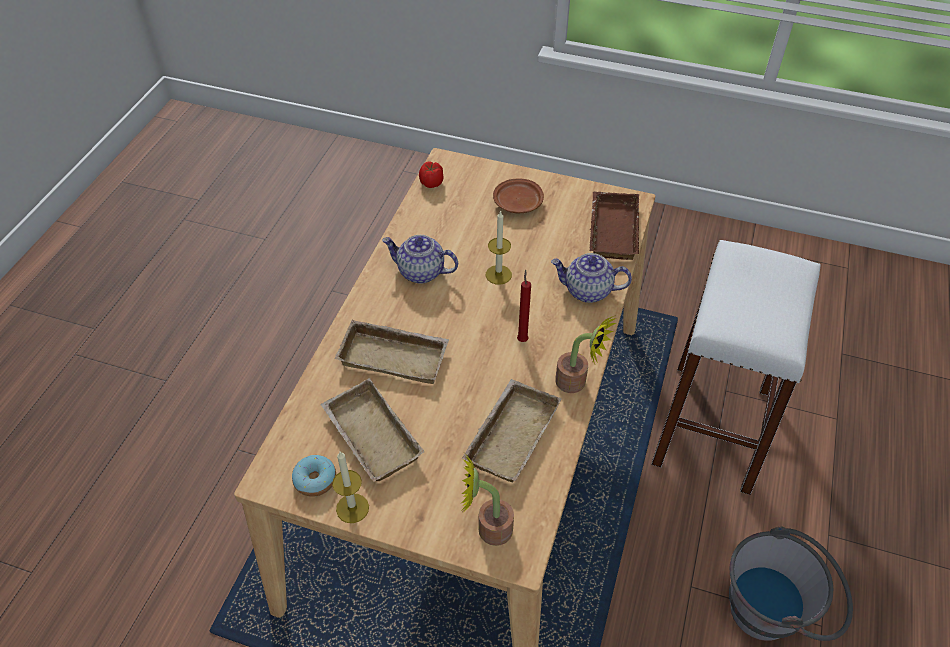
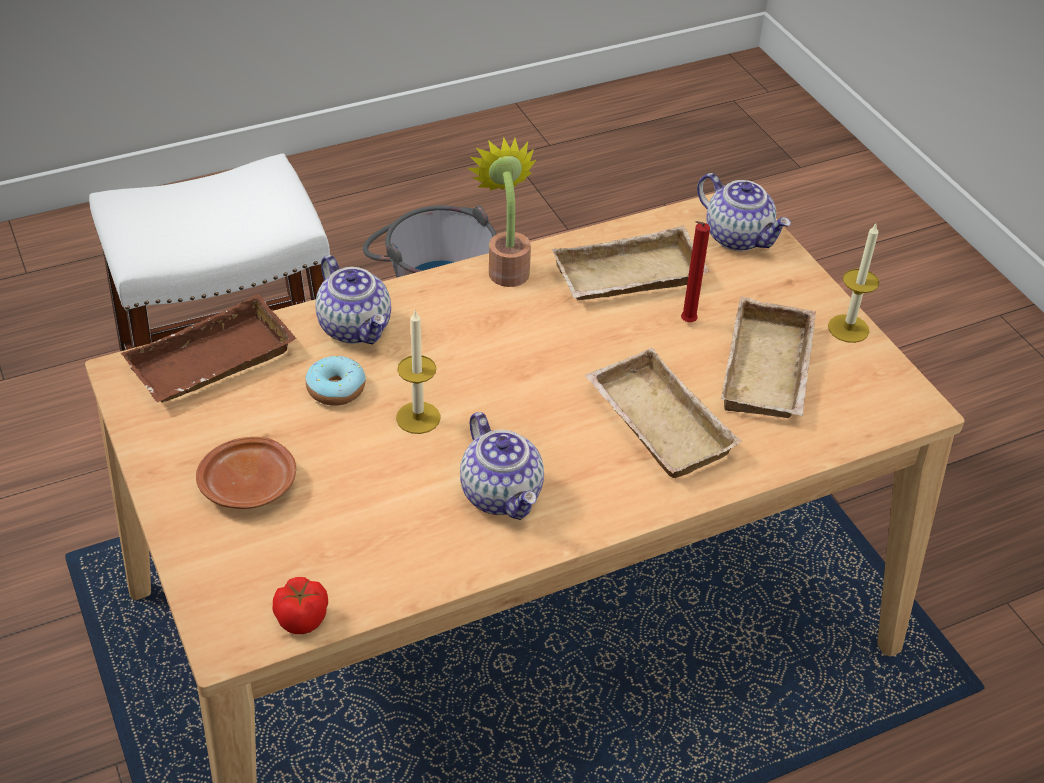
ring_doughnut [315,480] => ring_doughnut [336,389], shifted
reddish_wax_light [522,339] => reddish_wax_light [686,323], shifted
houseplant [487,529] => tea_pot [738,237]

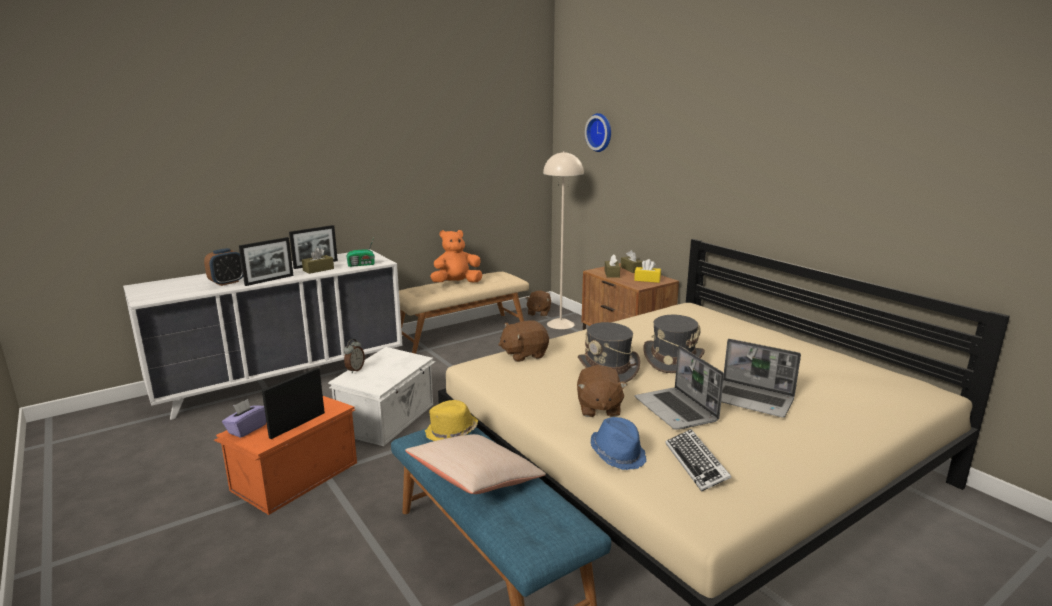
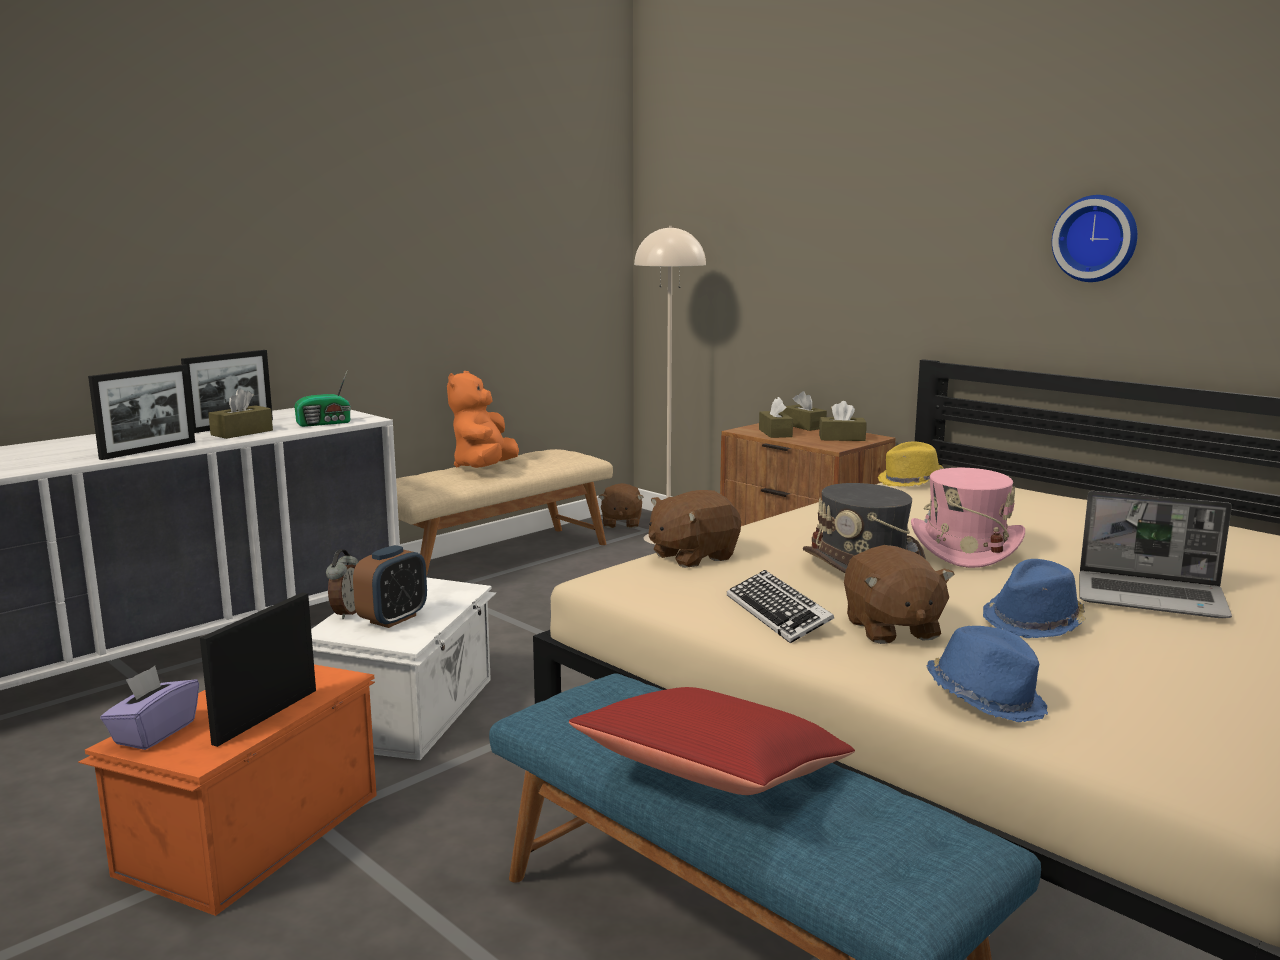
table_clock [227,282] => table_clock [393,619], shifted
yellow_hat [451,432] => yellow_hat [911,482], shifted
clock_on_the_wall [600,132] => clock_on_the_wall [1096,238], shifted
computer_keyboard [696,464] => computer_keyboard [778,614], shifted
portable_computer [676,410] => bluish_hat [1034,622]
sand-coloured_pillow [476,480] => reddish_pillow [714,776]
yellow_box_of_tissues [647,280] => brown_box_of_tissues [842,438]
gray_hat [672,359] => pink-coloured_hat [964,548]
orange-coloured_cuddly_toy [456,283] => orange-coloured_cuddly_toy [484,468], 45 degrees counterclockwise

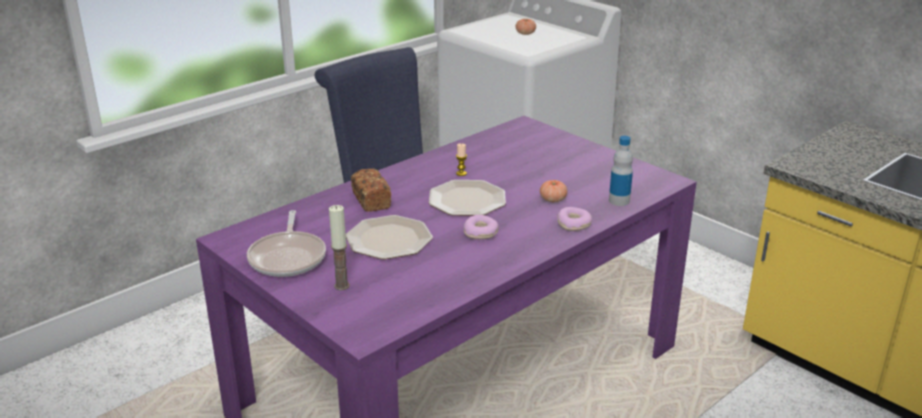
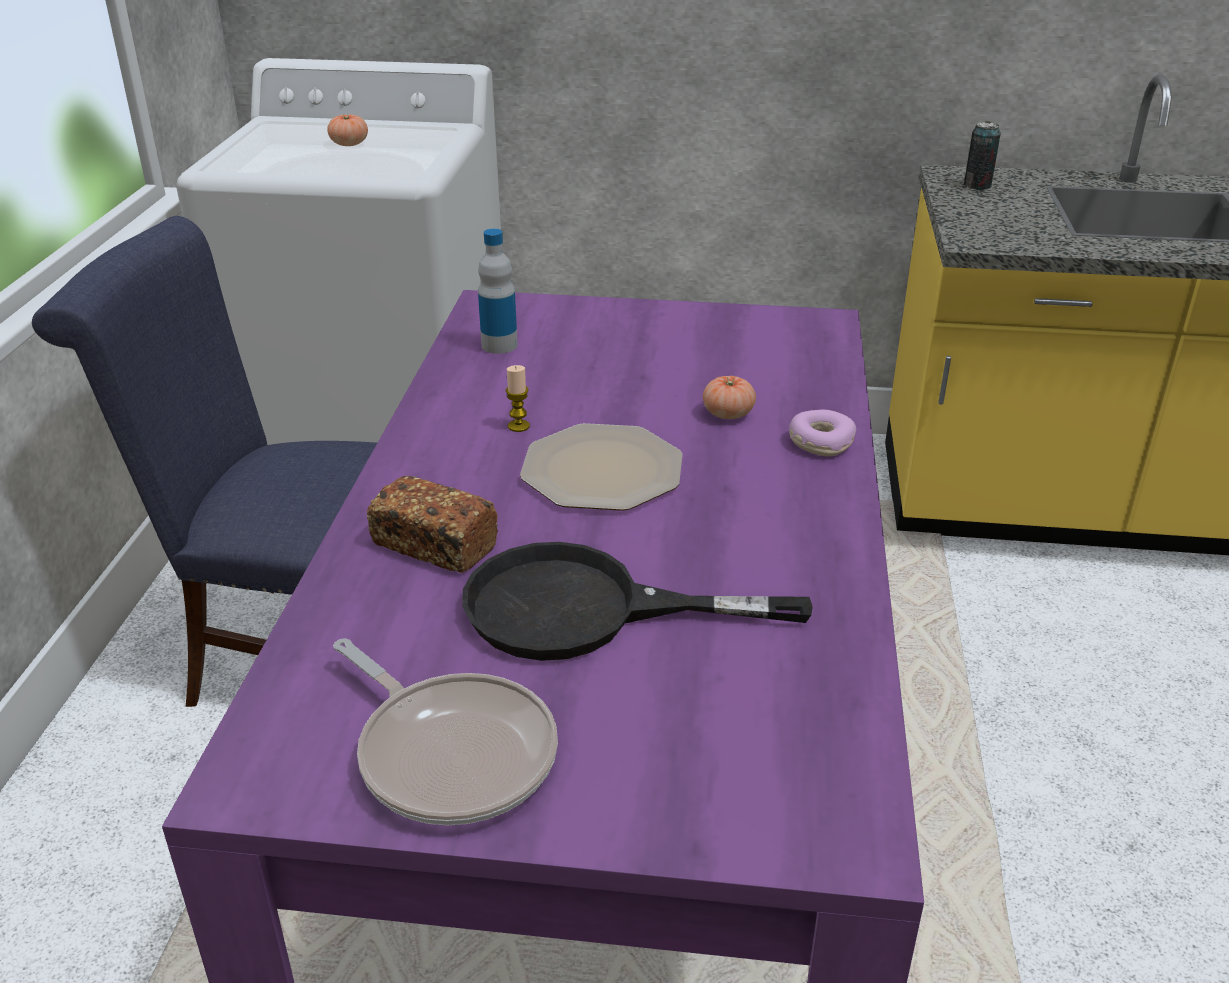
wax_light [341,286] => nothing
ring_doughnut [481,233] => nothing
nothing => metal_can [977,186]
drink_bottle [619,201] => drink_bottle [499,345], shifted
plate [388,239] => black-coloured_pan [586,610]

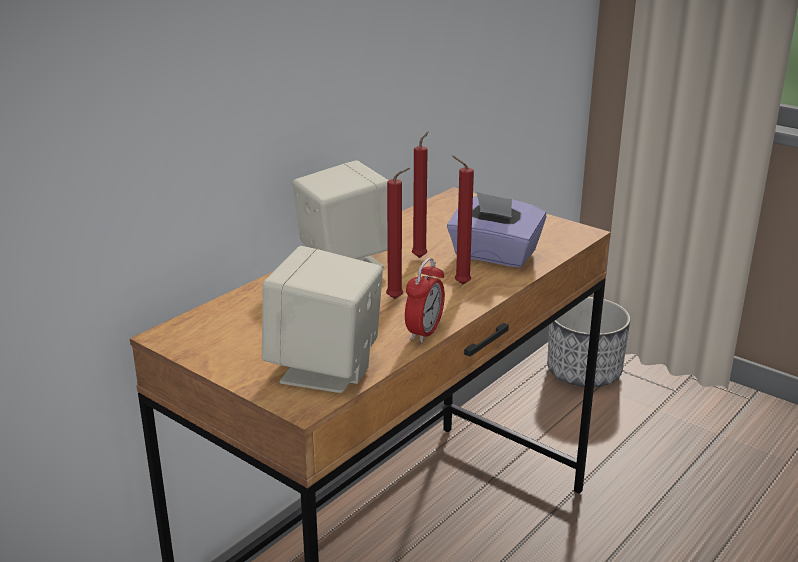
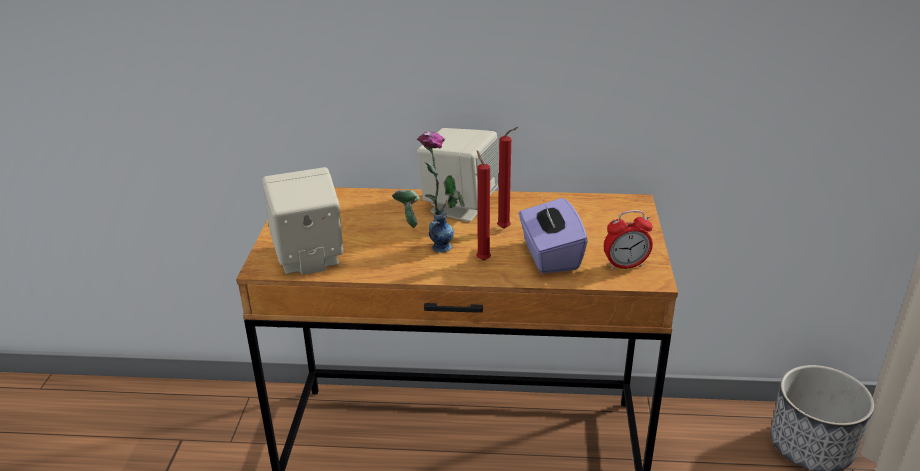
table_clock [424,332] => table_clock [625,265], shifted
reddish_wax_light [397,299] => decorative_vase [429,245]

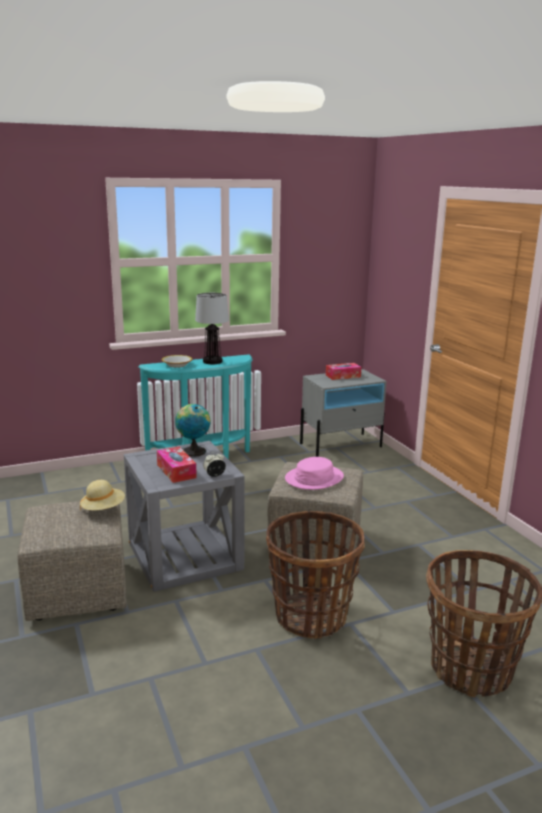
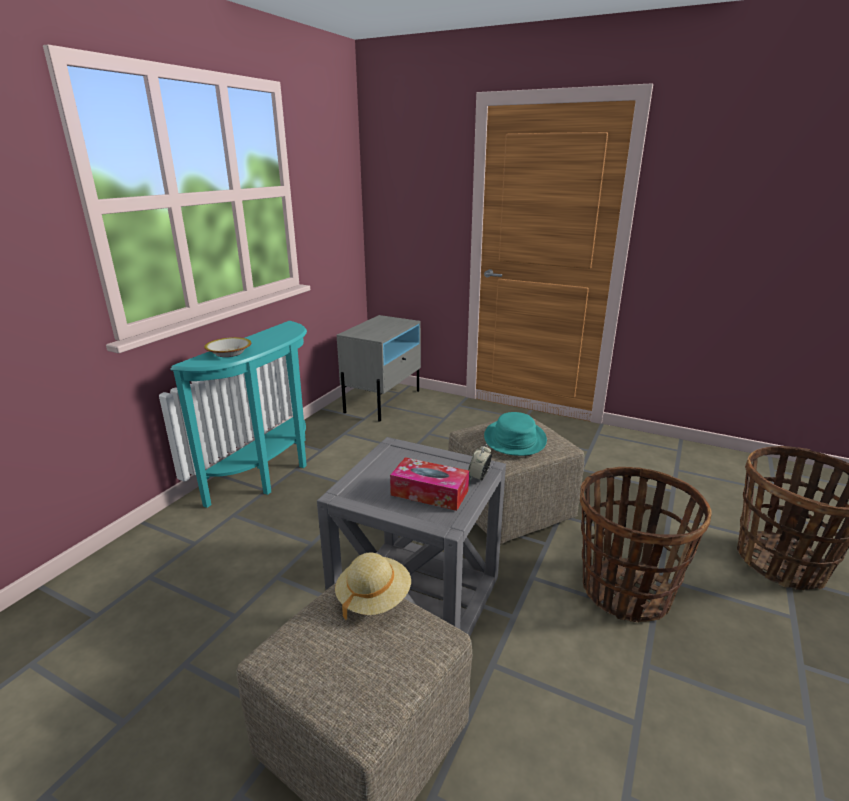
world_globe [193,451] => nothing
lamp_for_a_table [212,361] => nothing
box_of_tissues [343,376] => nothing
pink-coloured_hat [314,478] => turquoise_hat [514,439]

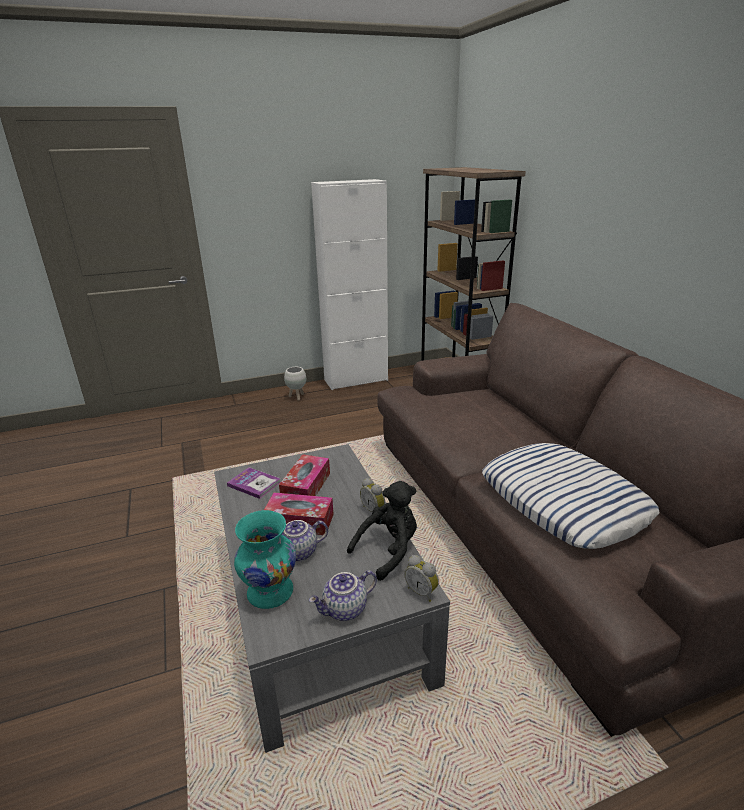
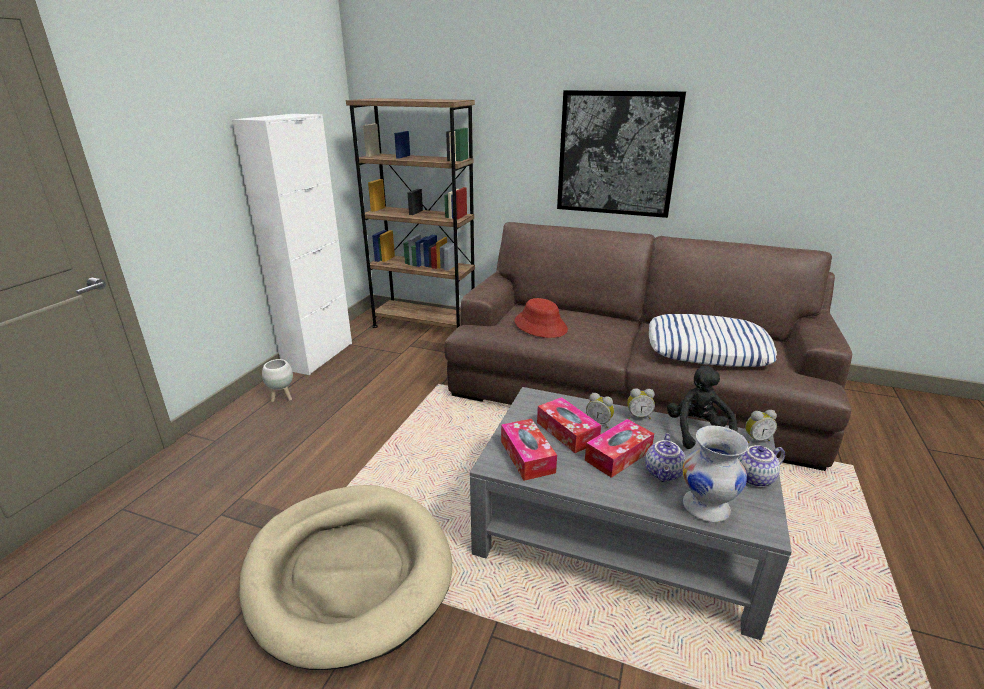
nothing => sand-coloured_dog_bed [348,572]
nothing => reddish_hat [540,326]
nothing => wall_art [617,154]
nothing => table_clock [599,423]
volume [254,484] => box_of_tissues [527,456]
turquoise_decorative_vase [270,592] => white-coloured_decorative_vase [706,507]
tea_pot [345,610] => tea_pot [754,479], 60 degrees clockwise

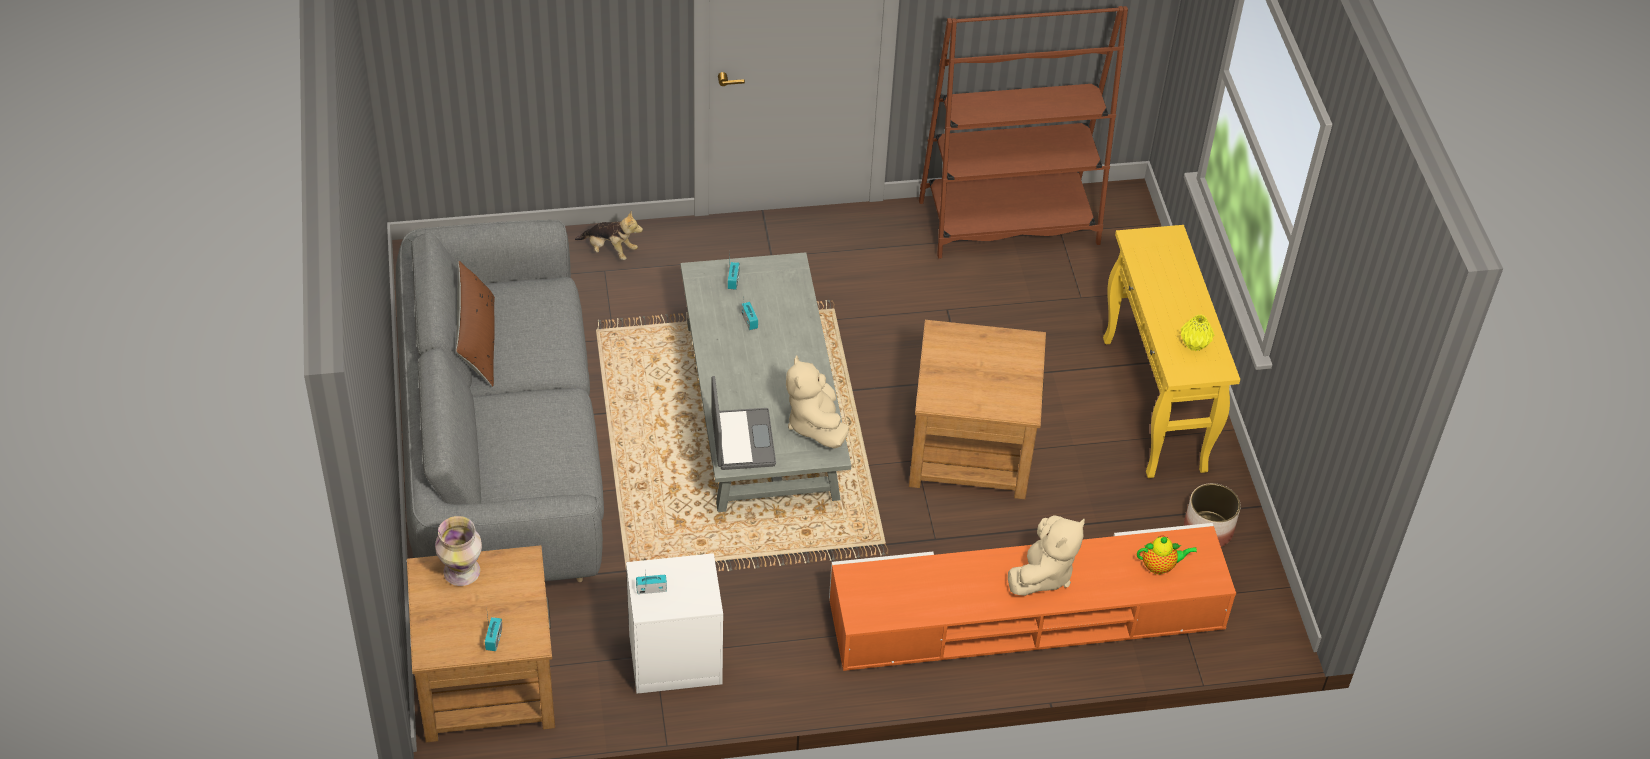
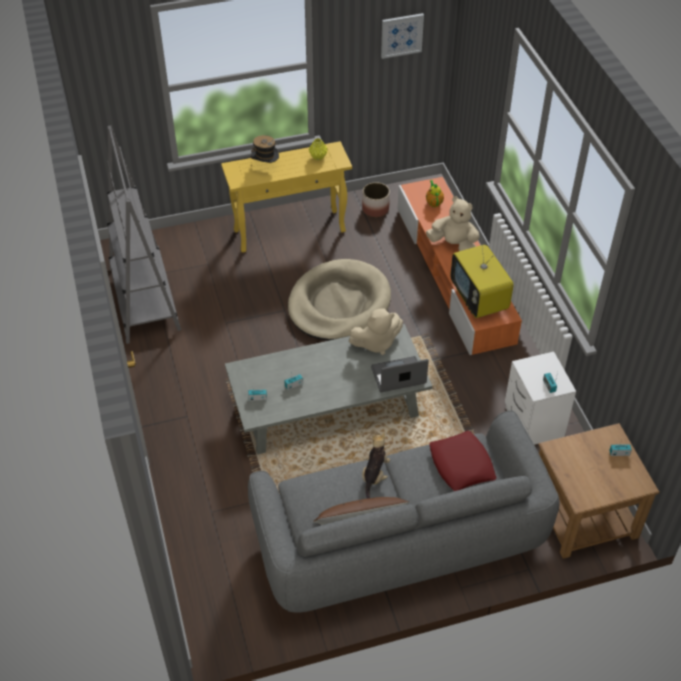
decorative_vase [462,572] => nothing
nothing => hat [265,166]
nothing => wall_art [401,35]
nothing => reddish_pillow [461,465]
nothing => TV [479,300]
cuddly_toy [610,250] => cuddly_toy [375,475], shifted
brown_end_table [971,448] => sand-coloured_dog_bed [339,304]
brown_shelving_unit [1009,223] => gray_shelving_unit [144,298]

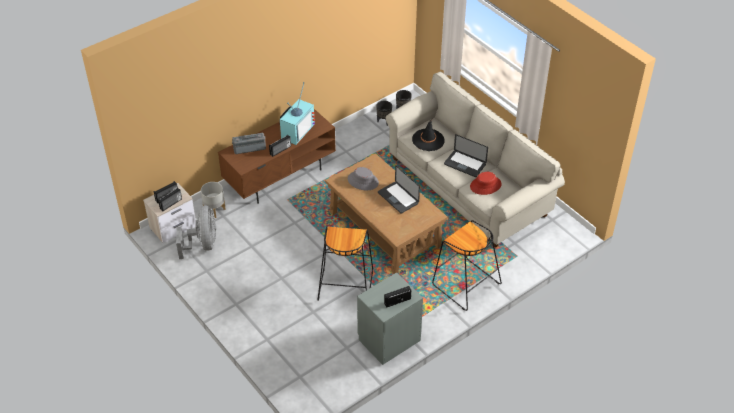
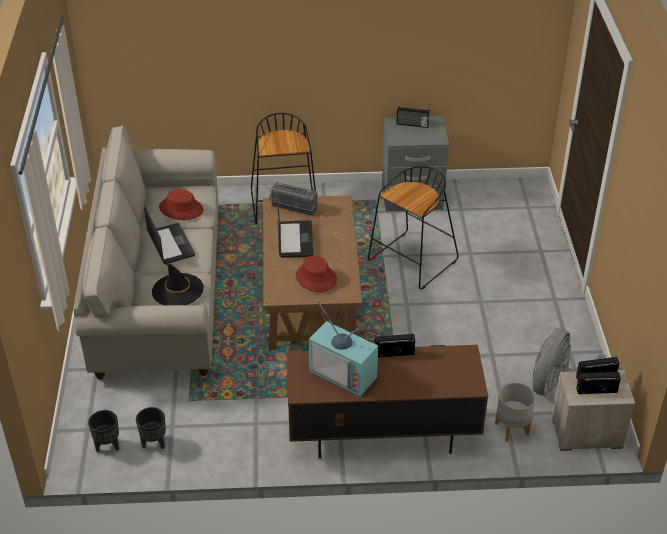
radio_set [249,148] => radio_set [293,209], shifted
gray_hat [363,181] => reddish_hat [316,278]
TV [296,130] => TV [345,372], 120 degrees counterclockwise

